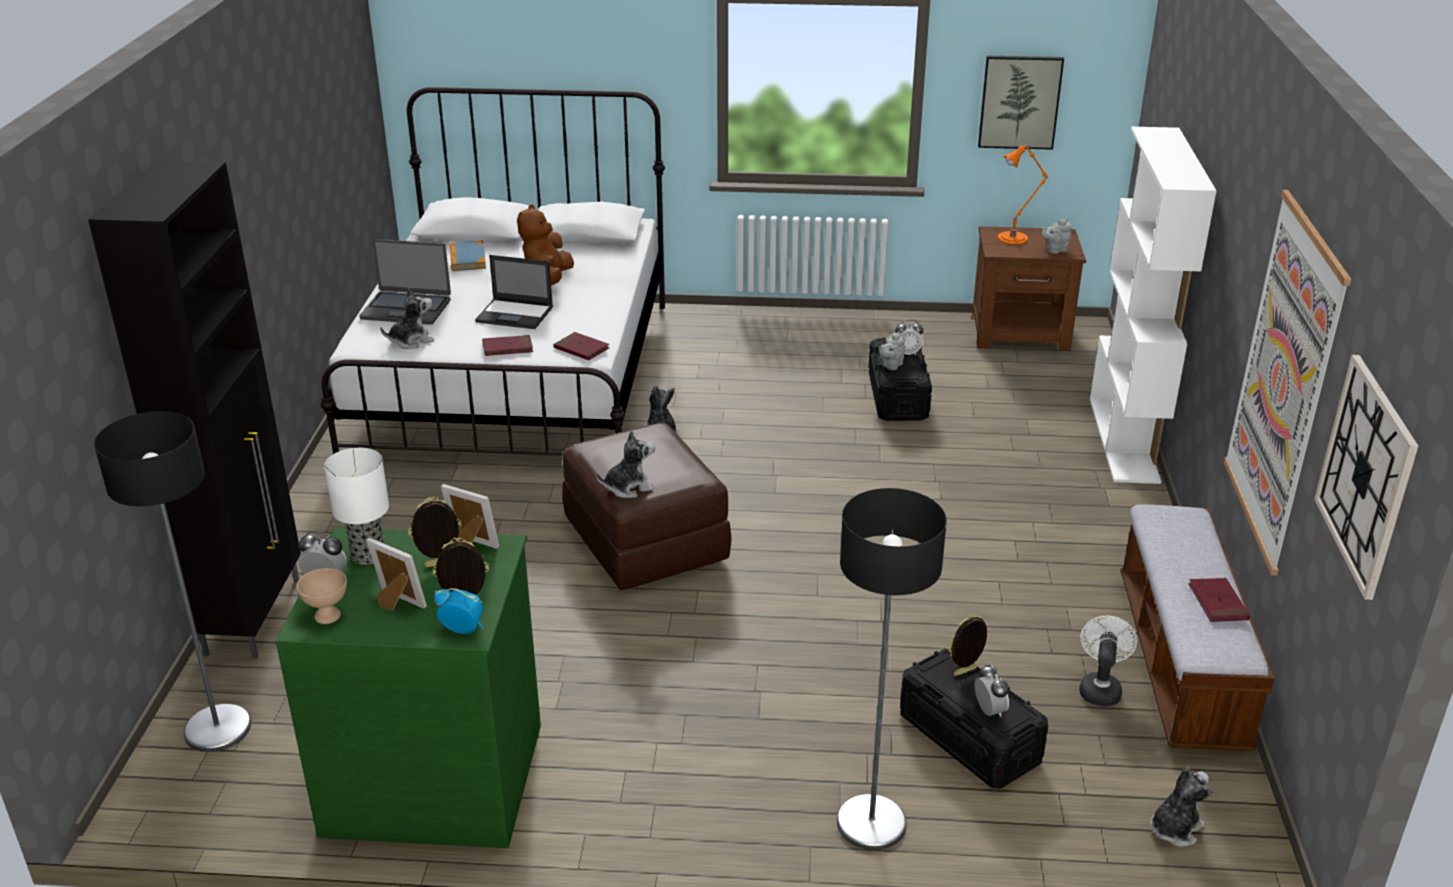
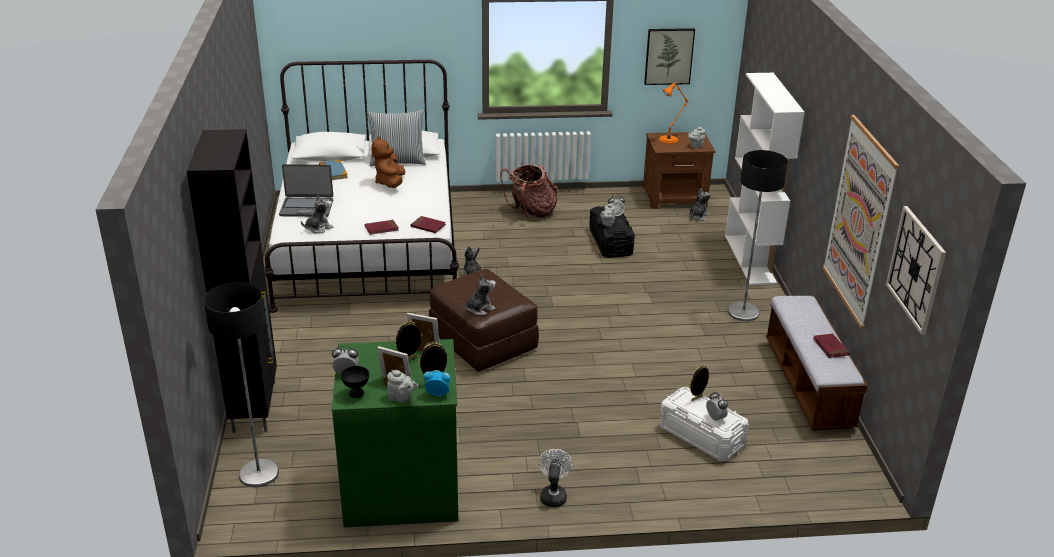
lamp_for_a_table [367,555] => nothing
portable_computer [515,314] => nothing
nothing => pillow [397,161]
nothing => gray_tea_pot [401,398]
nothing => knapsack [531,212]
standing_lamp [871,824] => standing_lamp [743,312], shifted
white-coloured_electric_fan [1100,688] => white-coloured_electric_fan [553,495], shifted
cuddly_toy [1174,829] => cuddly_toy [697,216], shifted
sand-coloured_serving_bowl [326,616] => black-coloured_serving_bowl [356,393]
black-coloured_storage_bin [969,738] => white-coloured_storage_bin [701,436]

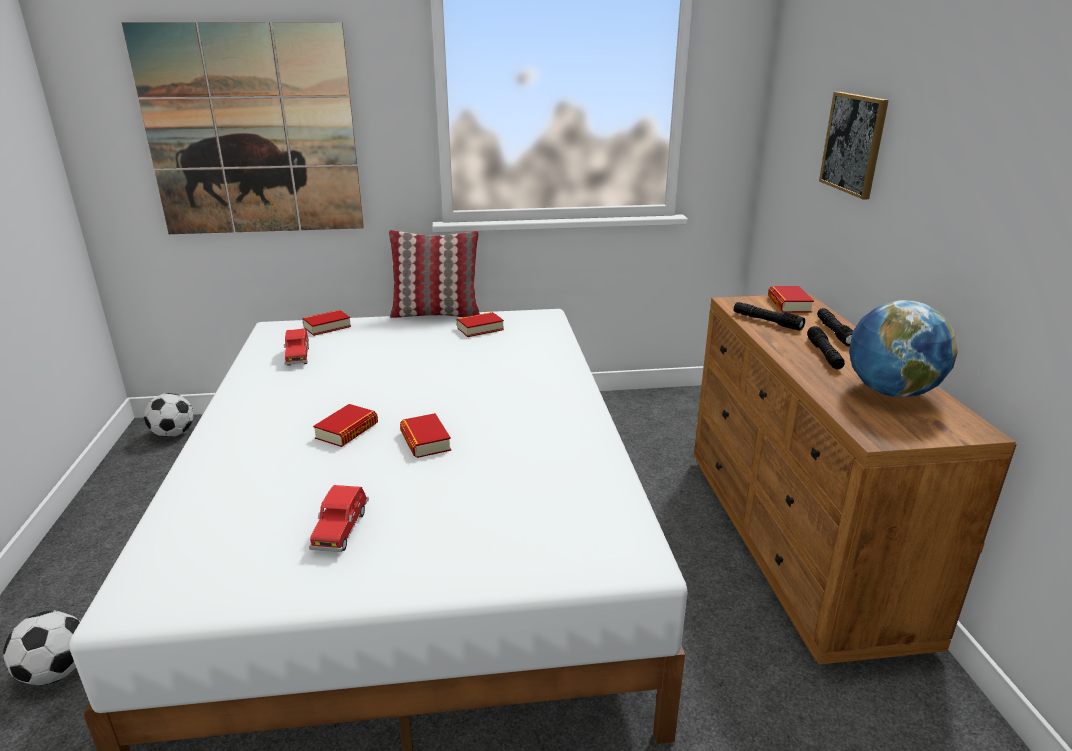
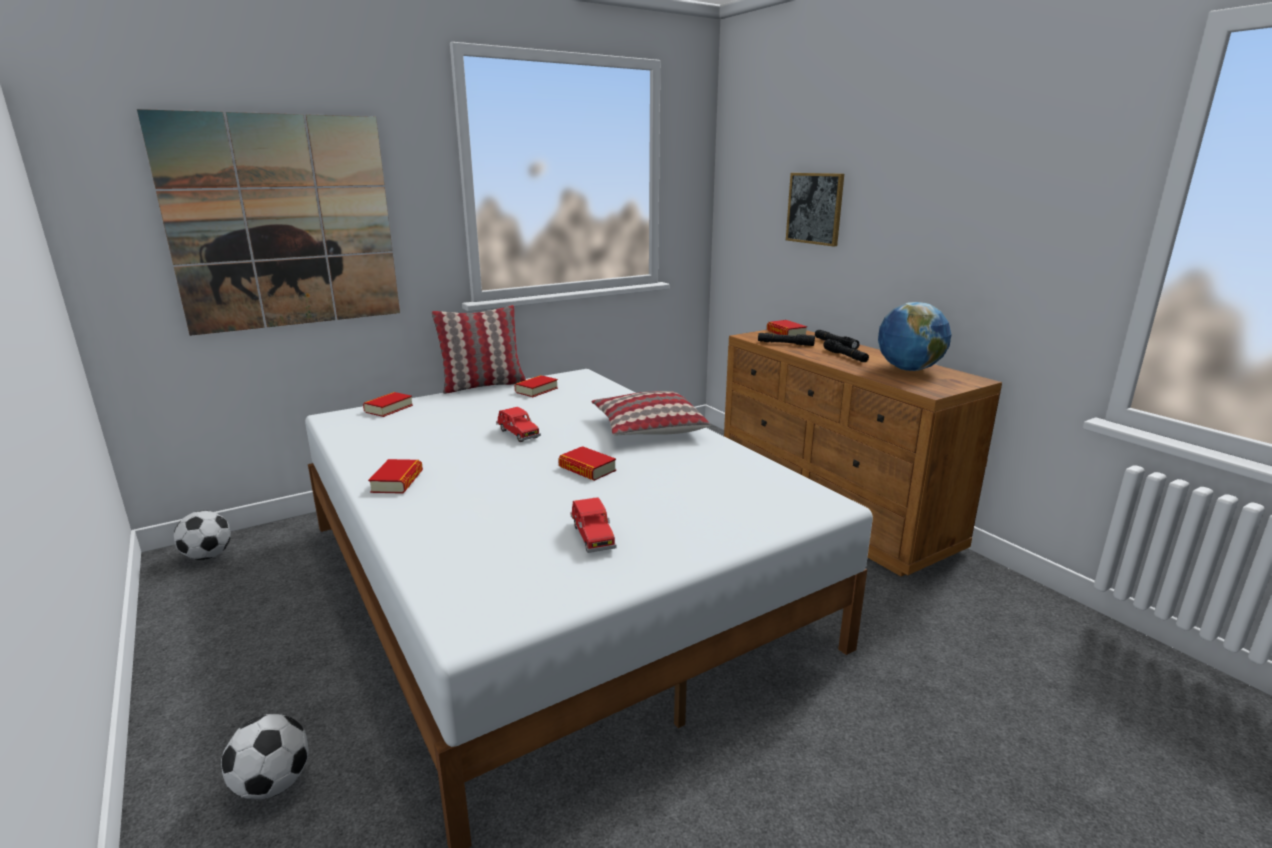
nothing => pillow [647,428]
reddish_model_car [298,356] => reddish_model_car [518,434], shifted
volume [347,431] => volume [397,482], shifted

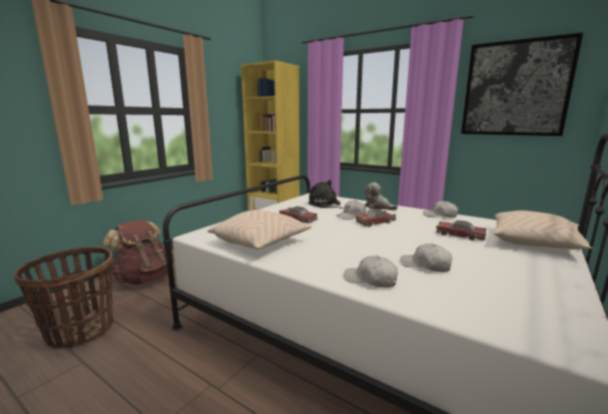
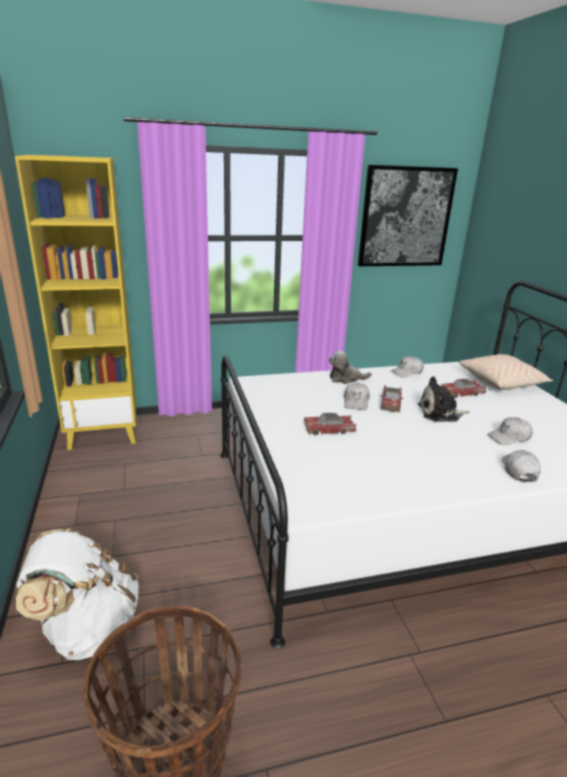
sand-coloured_pillow [261,242] => nothing
cuddly_toy [325,204] => cuddly_toy [440,413], shifted
brown_knapsack [144,278] => white-coloured_knapsack [88,628]
white-coloured_cap [370,280] => white-coloured_cap [519,470], 120 degrees clockwise

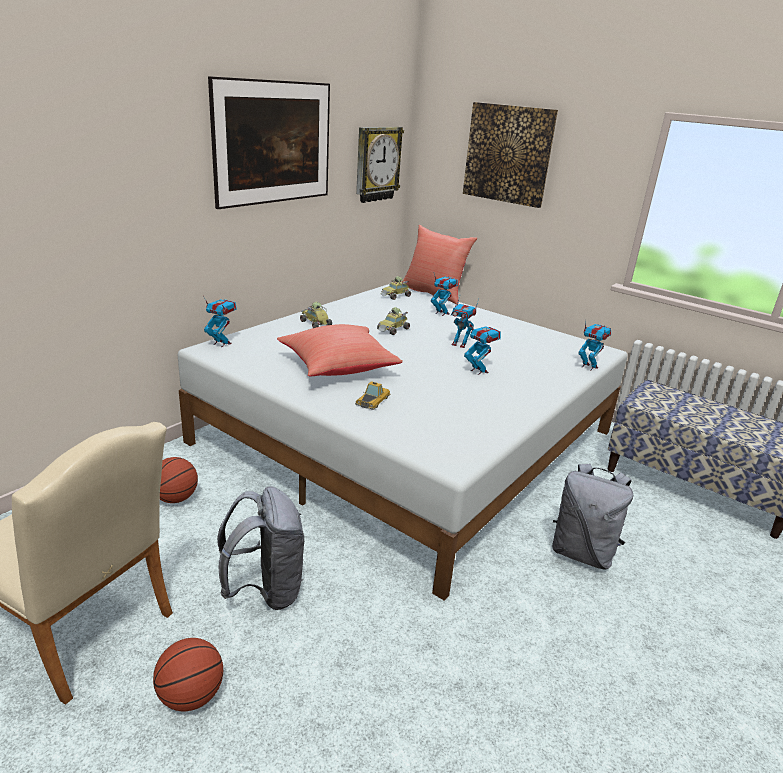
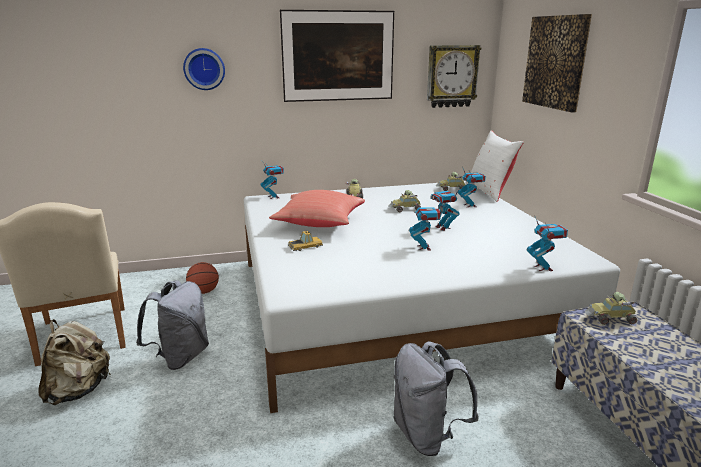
nothing => clock_on_the_wall [204,69]
nothing => model_car [611,318]
basketball [191,696] => sand-coloured_knapsack [79,390]
reddish_pillow [433,293] => white-coloured_pillow [490,191]

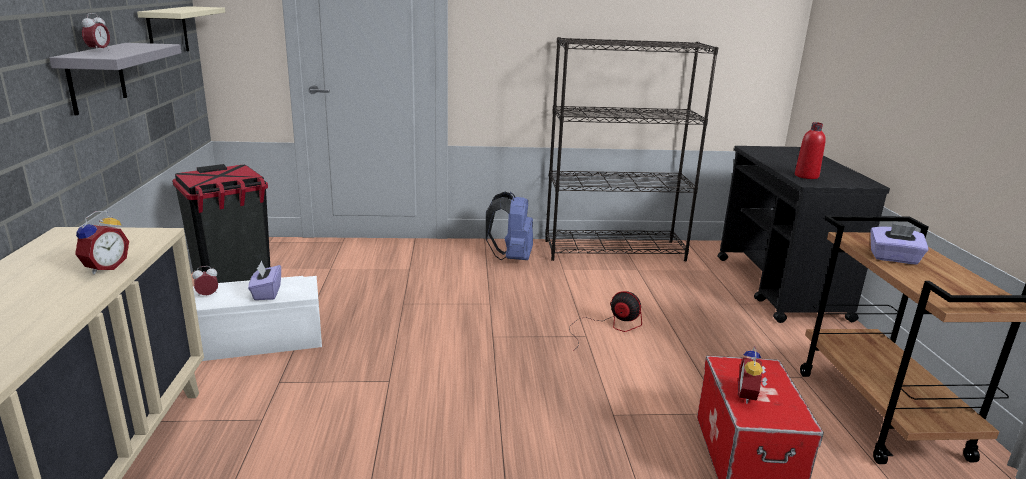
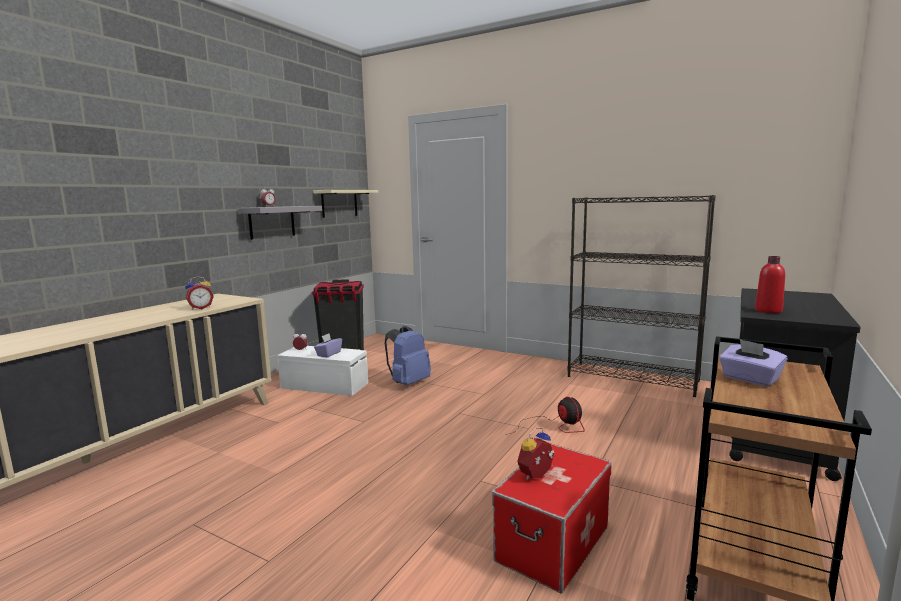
bluish_knapsack [512,258] => bluish_knapsack [408,383], shifted

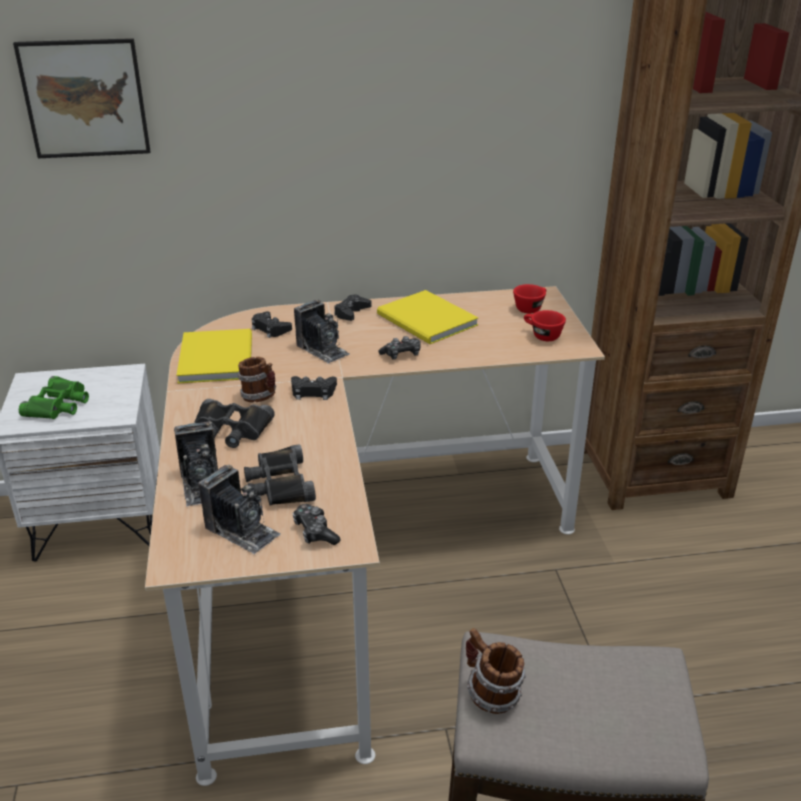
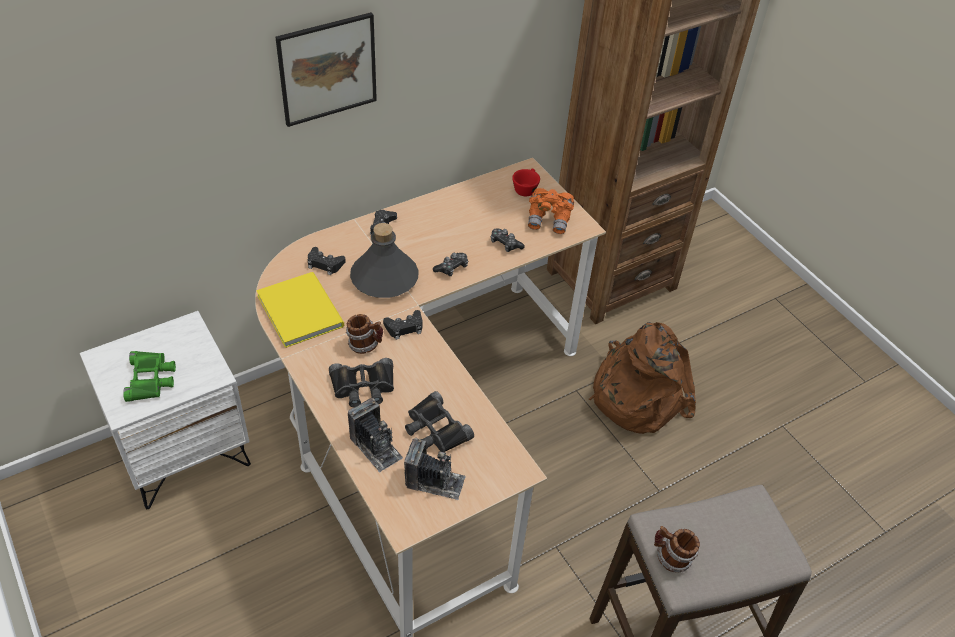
yellow_volume [427,321] => nothing
nothing => brown_knapsack [636,394]
wall_art [85,99] => wall_art [327,69], shifted
gamepad [315,532] => gamepad [505,244], shifted
photo_camera [322,349] => gray_drink_bottle [384,278]
reddish_cup [541,335] => orange-coloured_pair_of_binoculars [549,219]

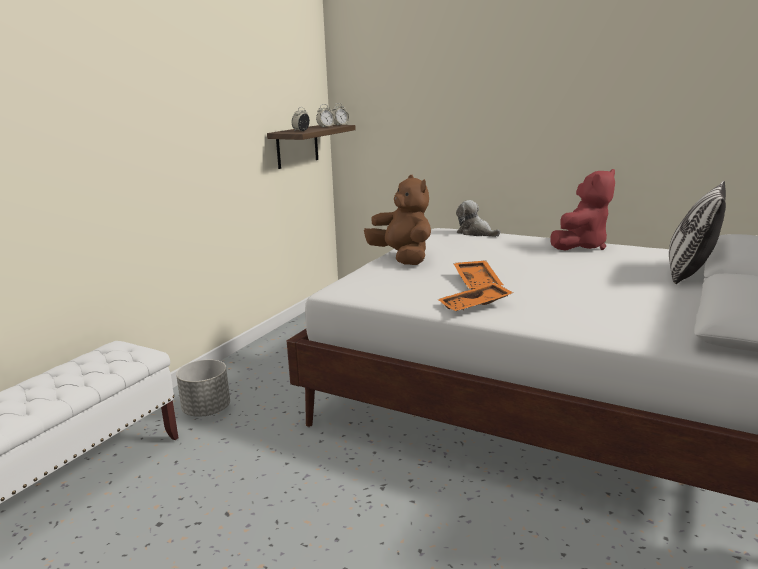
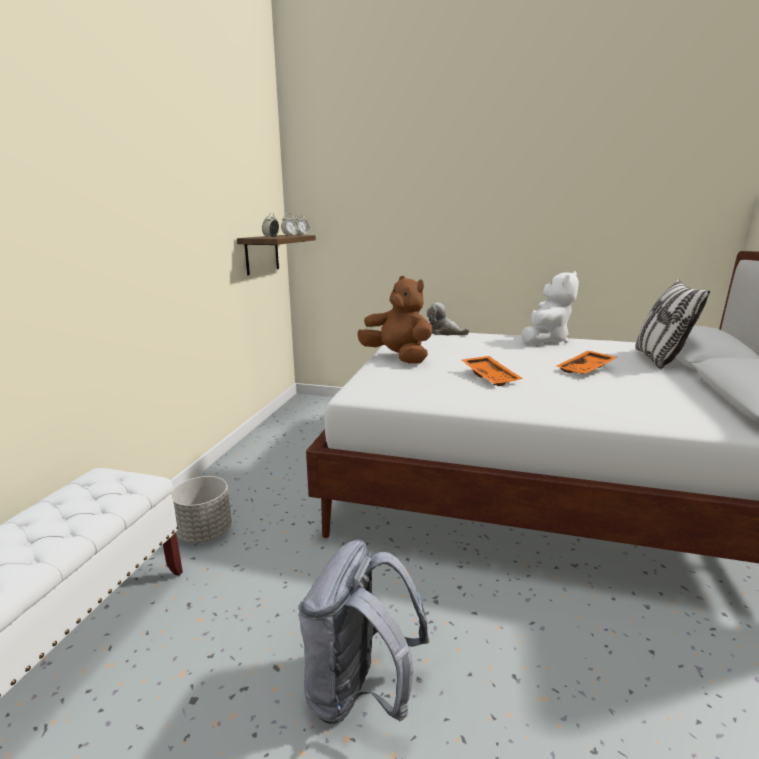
nothing => gray_knapsack [359,690]
orange-coloured_serving_tray [475,306] => orange-coloured_serving_tray [586,370], shifted
reddish_cuddly_toy [581,246] => white-coloured_cuddly_toy [544,340]

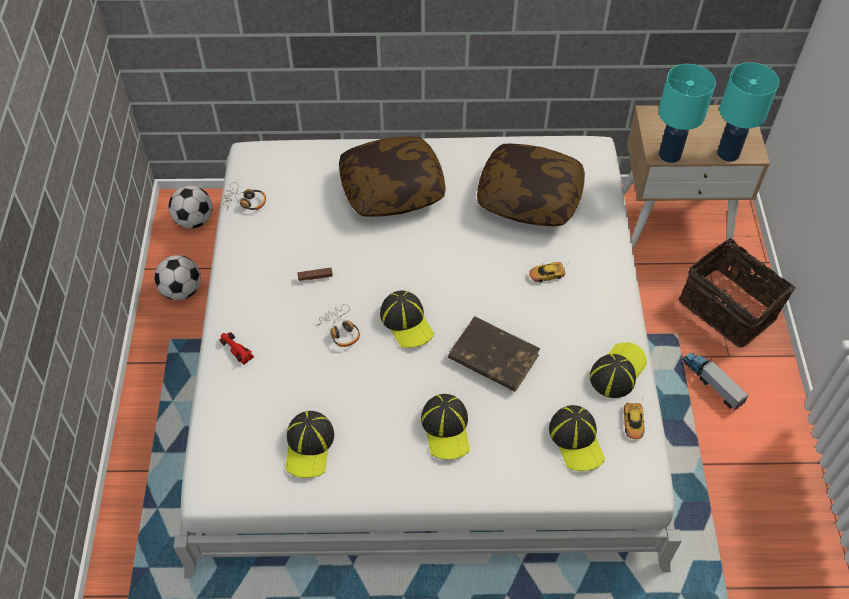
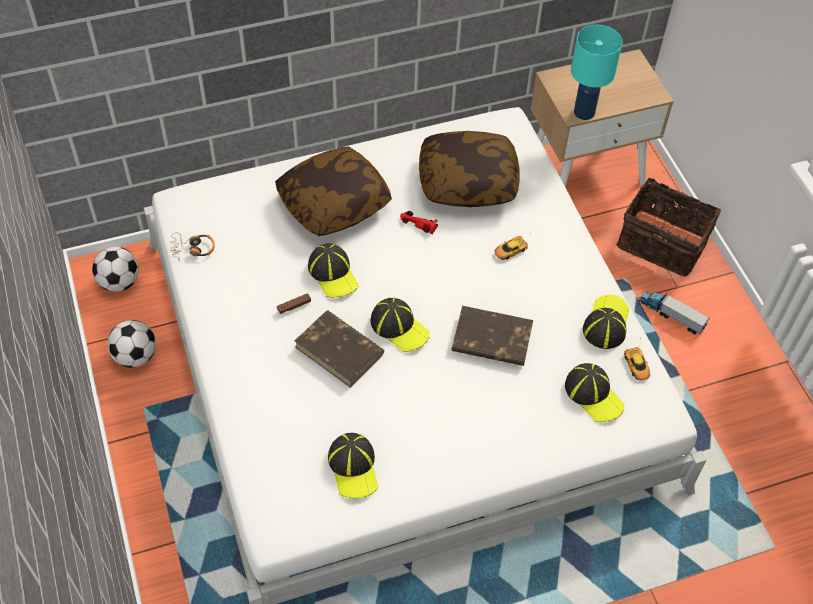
turquoise_lamp_for_a_table [729,153] => nothing
reddish_model_car [235,348] => reddish_model_car [418,223], shifted
cap [446,429] => cap [333,274], shifted
headphones [341,330] => brown_volume [340,351]

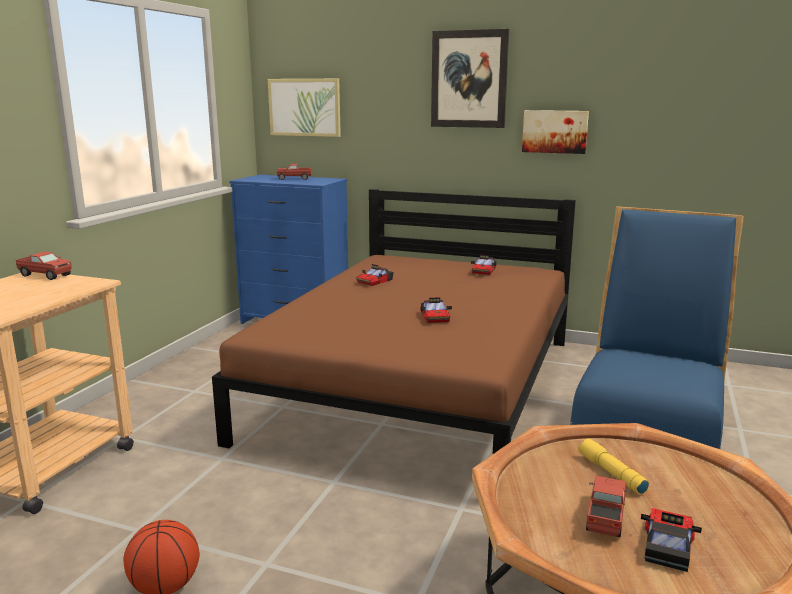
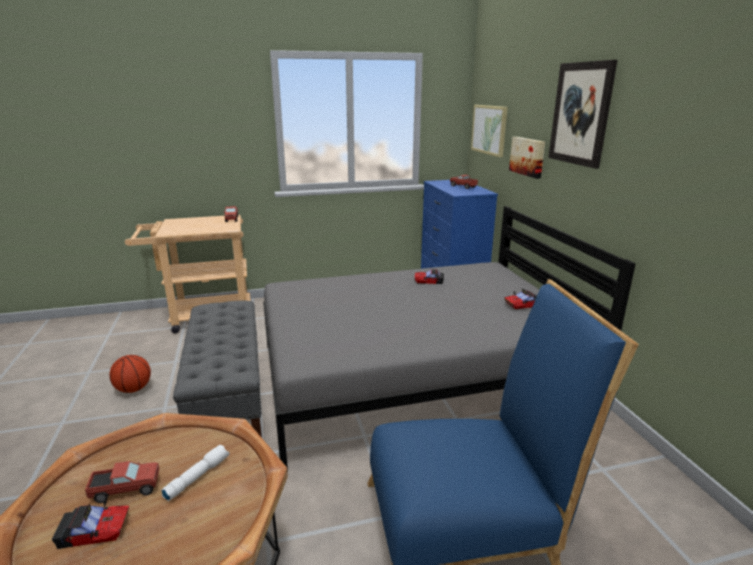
model_car [435,317] => nothing
nothing => gray_long_seat [229,402]
wall_art [555,131] => wall_art [528,156], shifted
brown_sleeping_bed [420,387] => gray_sleeping_bed [416,374]
yellow_flashlight [610,473] => white-coloured_flashlight [197,477]

